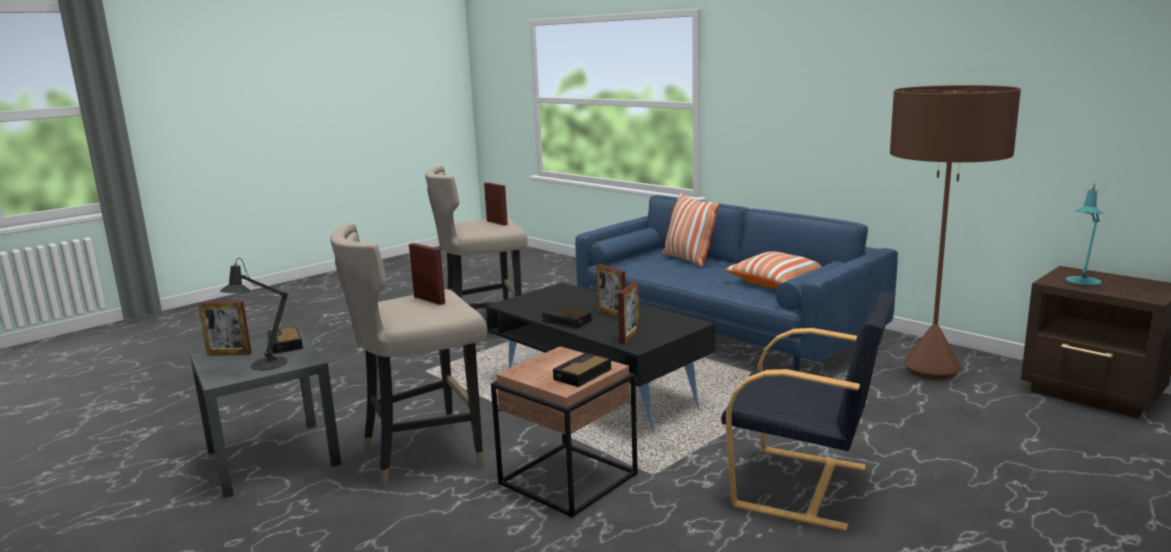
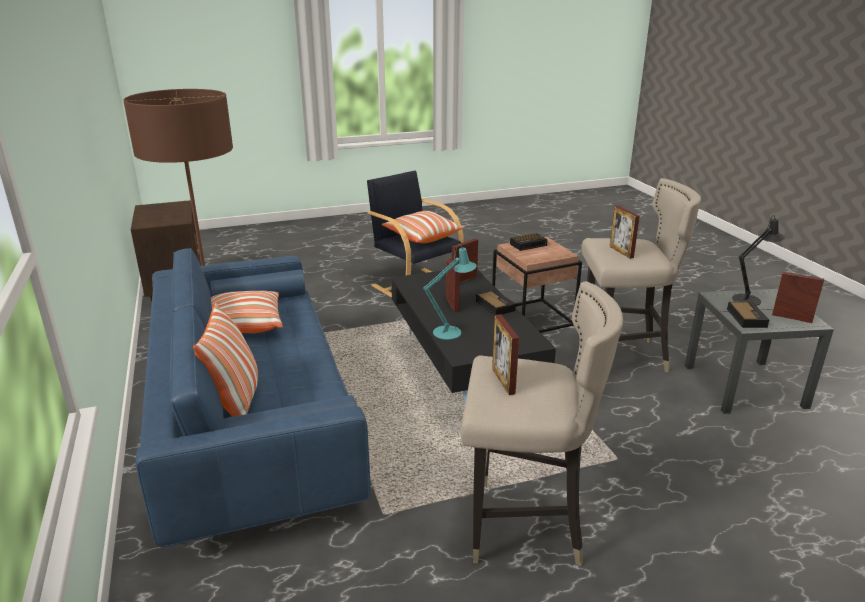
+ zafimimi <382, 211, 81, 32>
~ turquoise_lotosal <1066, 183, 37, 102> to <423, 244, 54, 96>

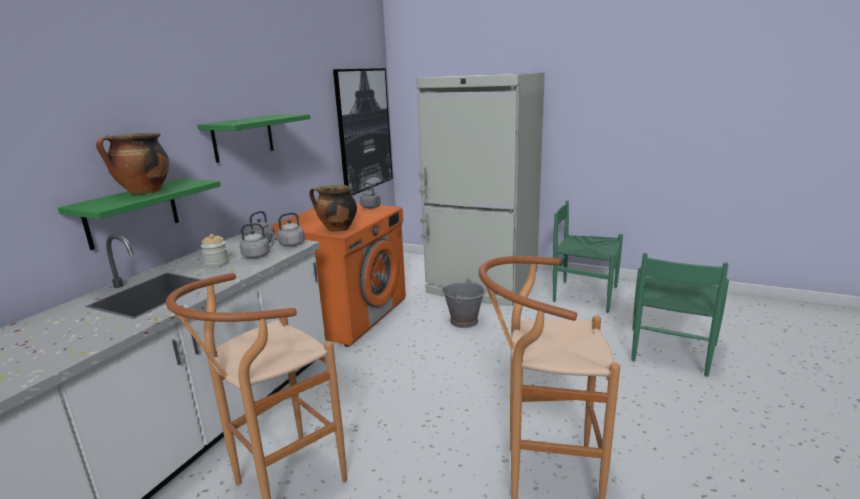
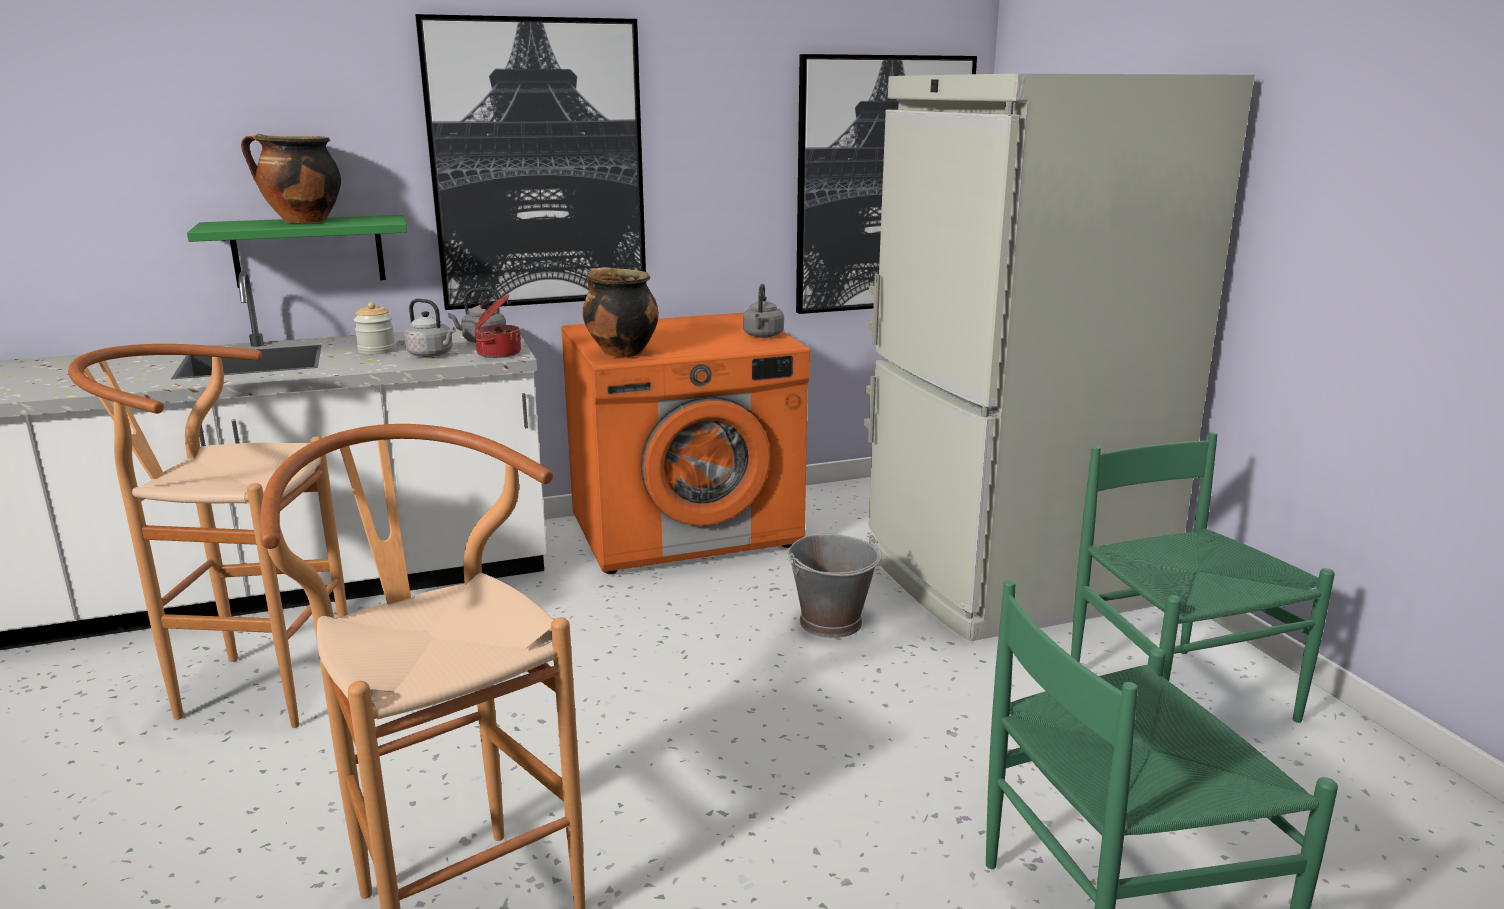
~ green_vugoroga <197, 114, 114, 49> to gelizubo <415, 14, 231, 296>
~ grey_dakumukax <268, 212, 37, 35> to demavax <475, 294, 46, 64>

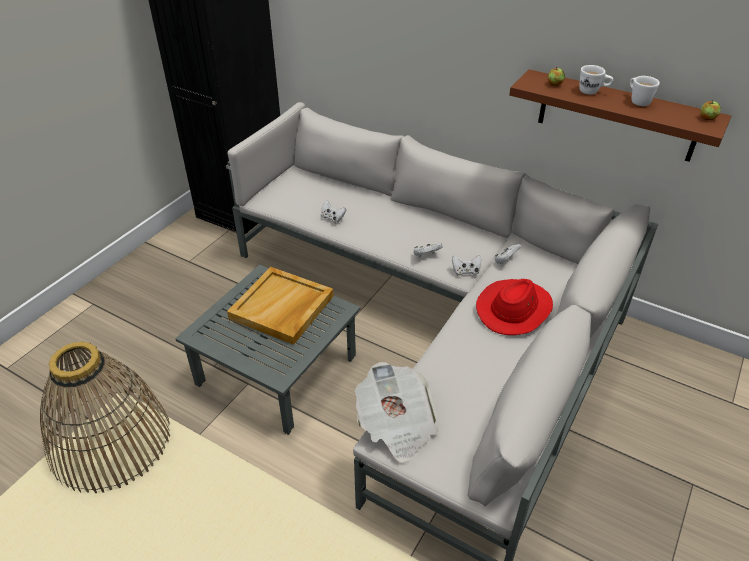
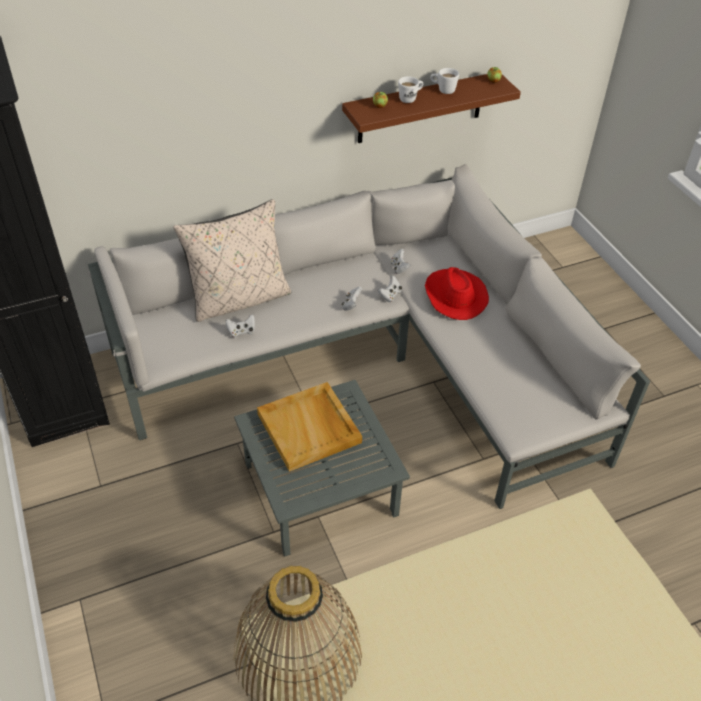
- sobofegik <355, 361, 84, 102>
+ beige_zafimimi <173, 199, 118, 123>

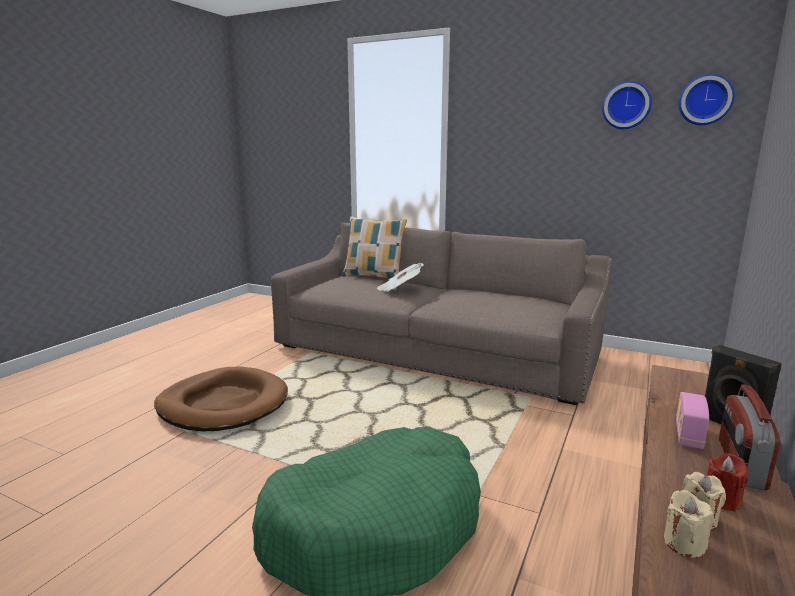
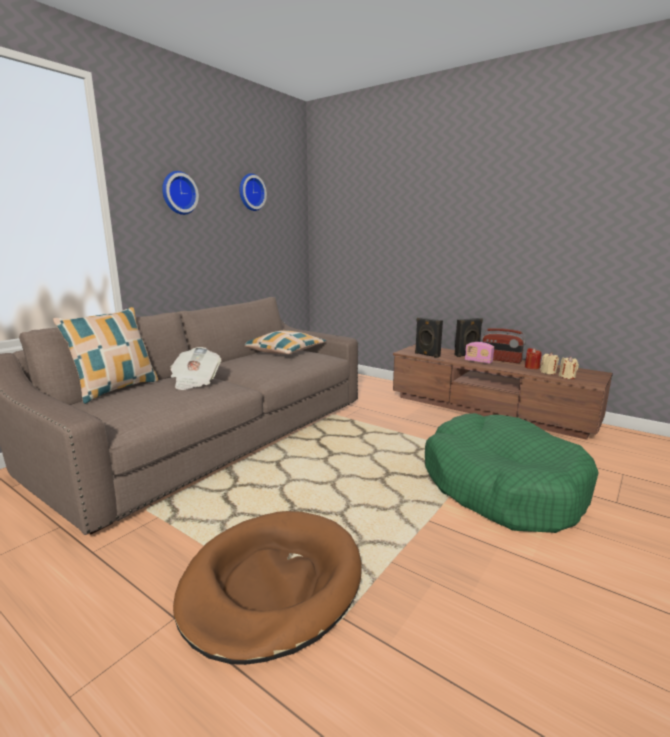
+ zafimimi <244, 330, 82, 25>
+ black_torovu <415, 317, 28, 41>
~ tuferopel <679, 74, 56, 51> to <162, 171, 37, 44>

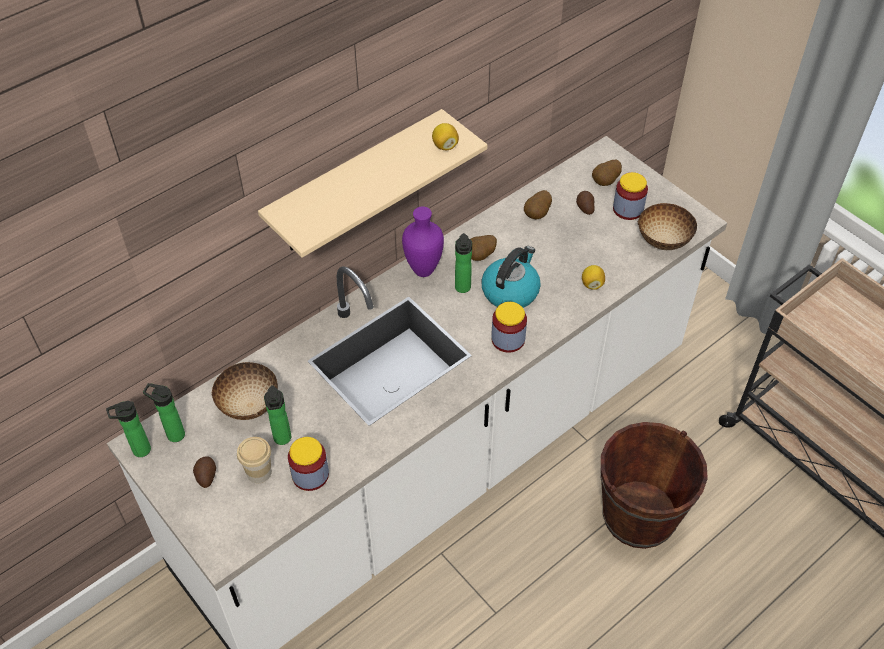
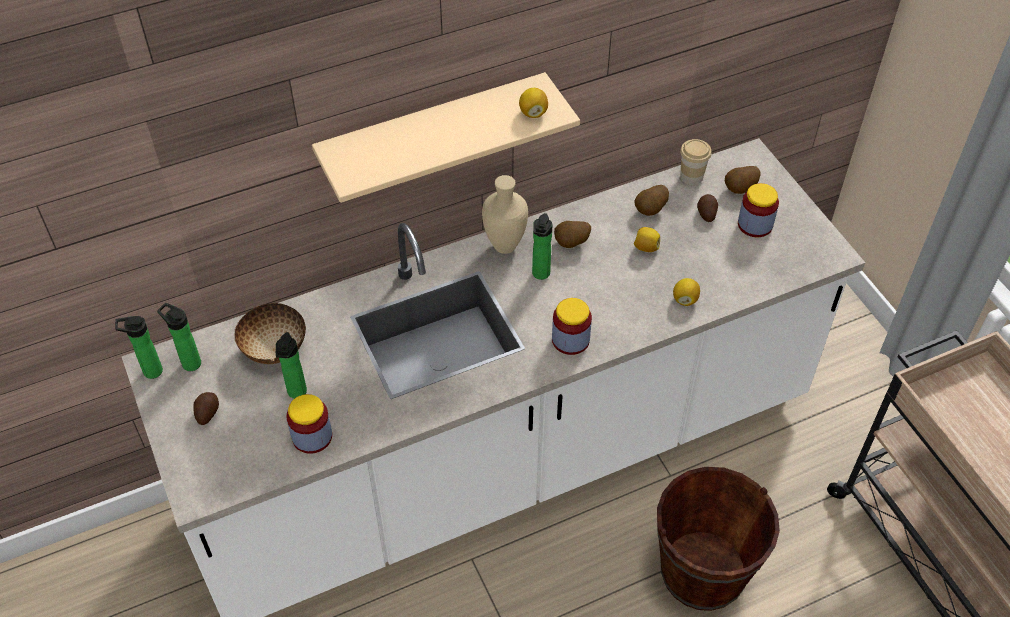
- dakumukax <481, 246, 60, 62>
- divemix <638, 203, 59, 47>
+ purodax <634, 227, 26, 25>
~ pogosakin <237, 437, 35, 46> to <680, 139, 32, 46>
~ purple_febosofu <402, 206, 42, 71> to beige_febosofu <482, 175, 46, 79>

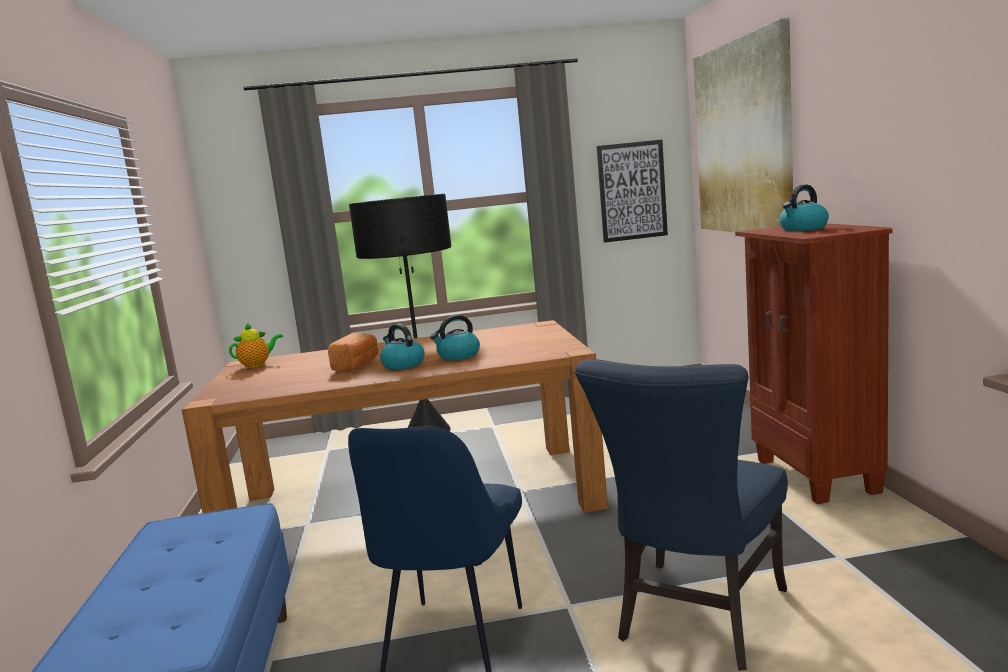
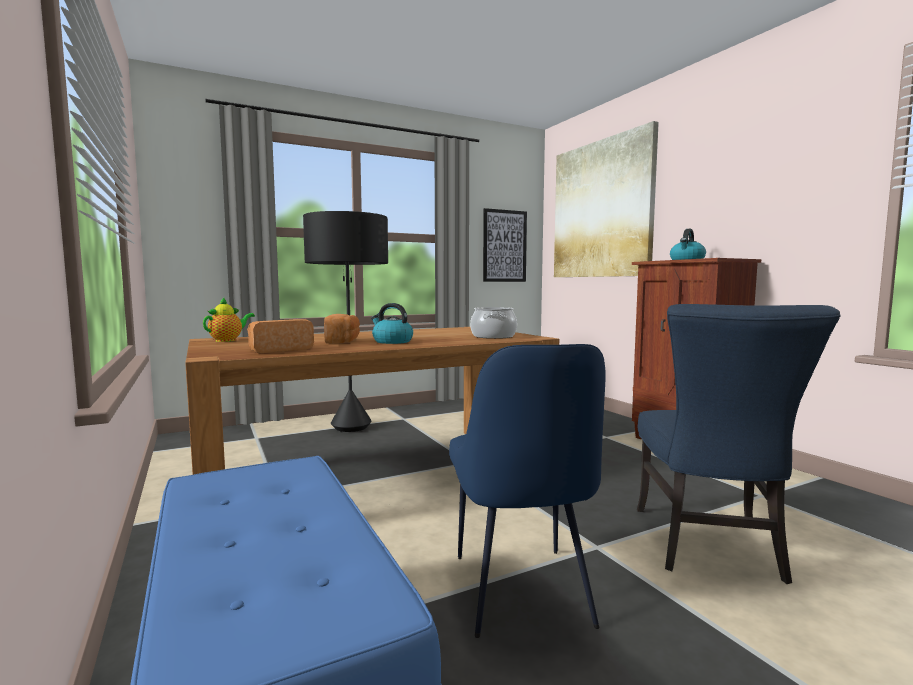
- dakumukax <430, 315, 50, 45>
+ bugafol <247, 319, 67, 34>
+ demavax <470, 307, 47, 32>

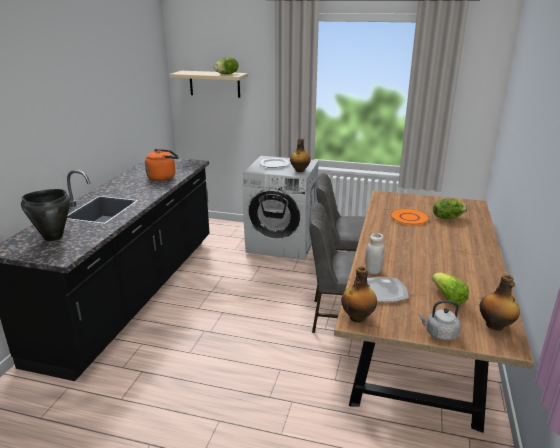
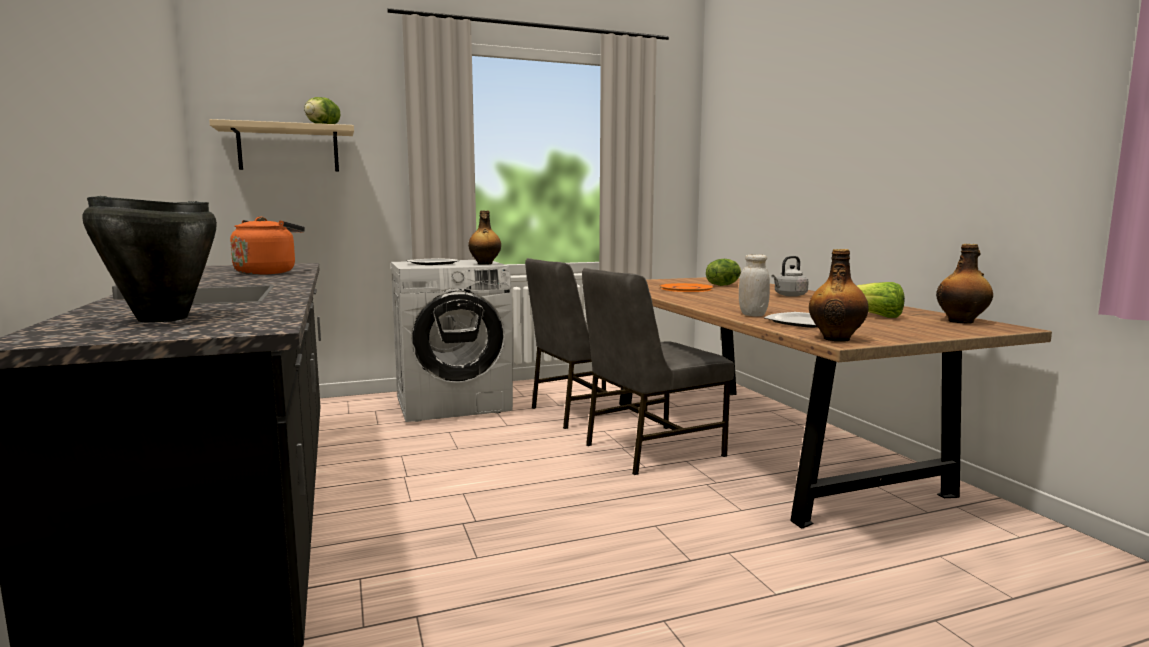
~ grey_dakumukax <419, 300, 42, 41> to <771, 256, 38, 41>

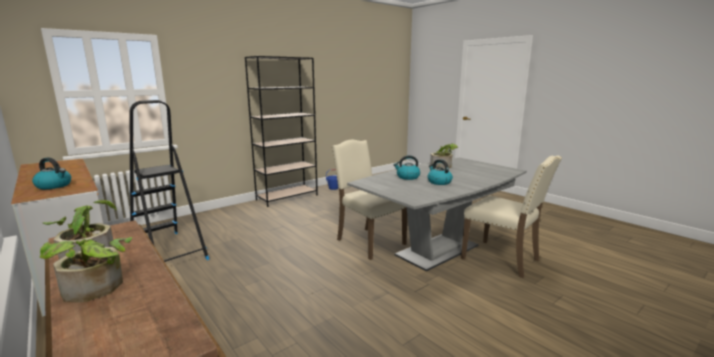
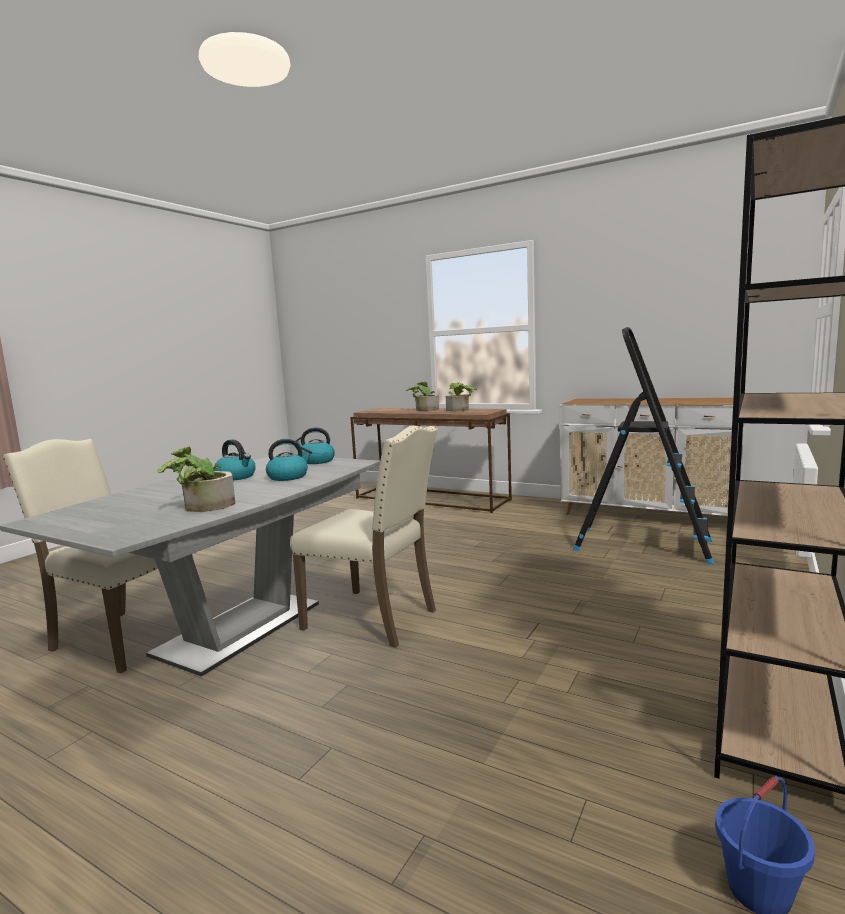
~ dakumukax <32, 158, 39, 31> to <295, 427, 40, 37>

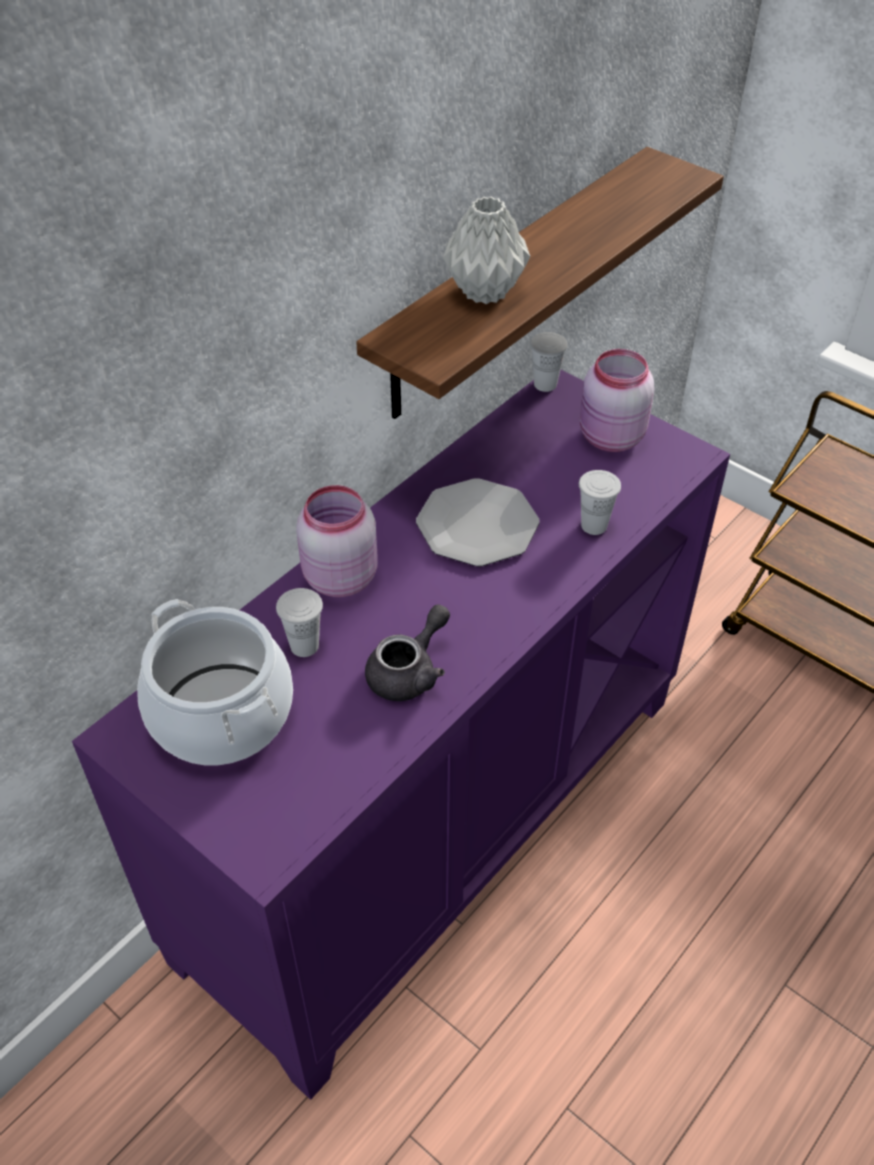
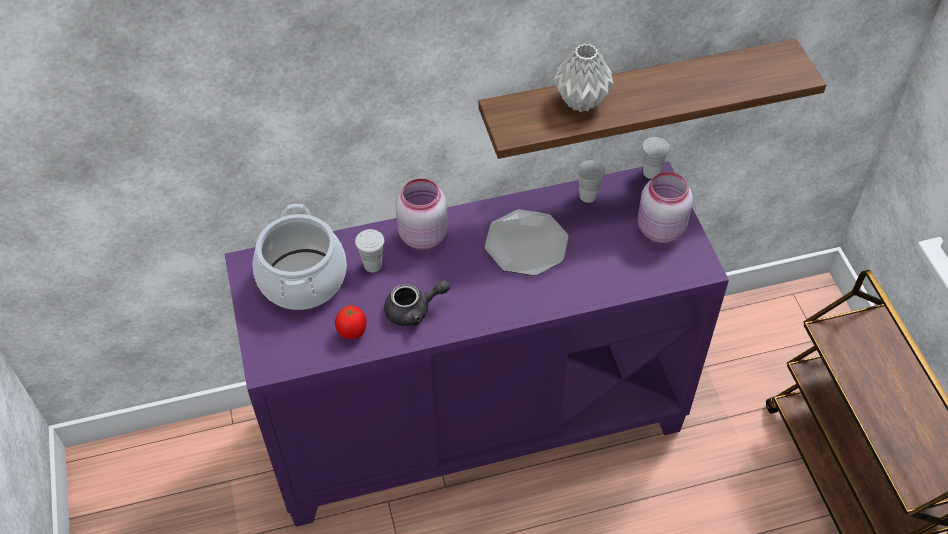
+ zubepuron <335, 305, 32, 34>
~ white_pogosakin <579, 470, 42, 65> to <577, 160, 28, 43>

